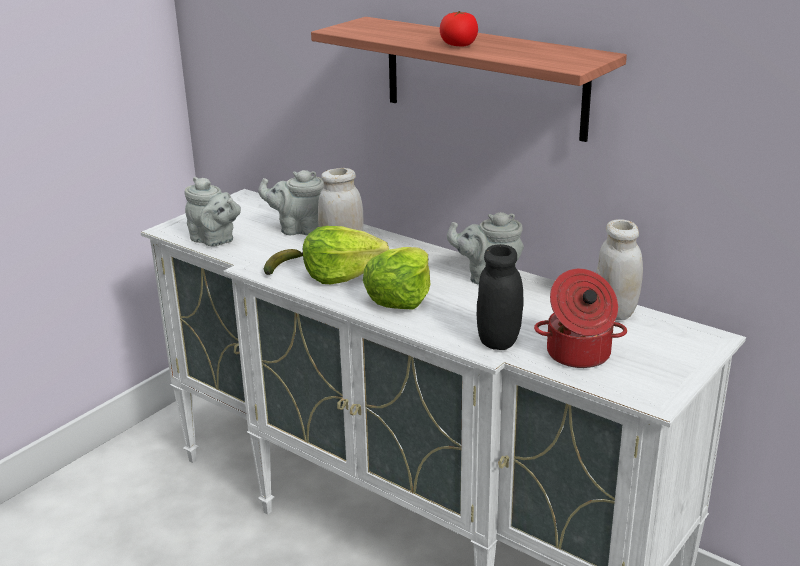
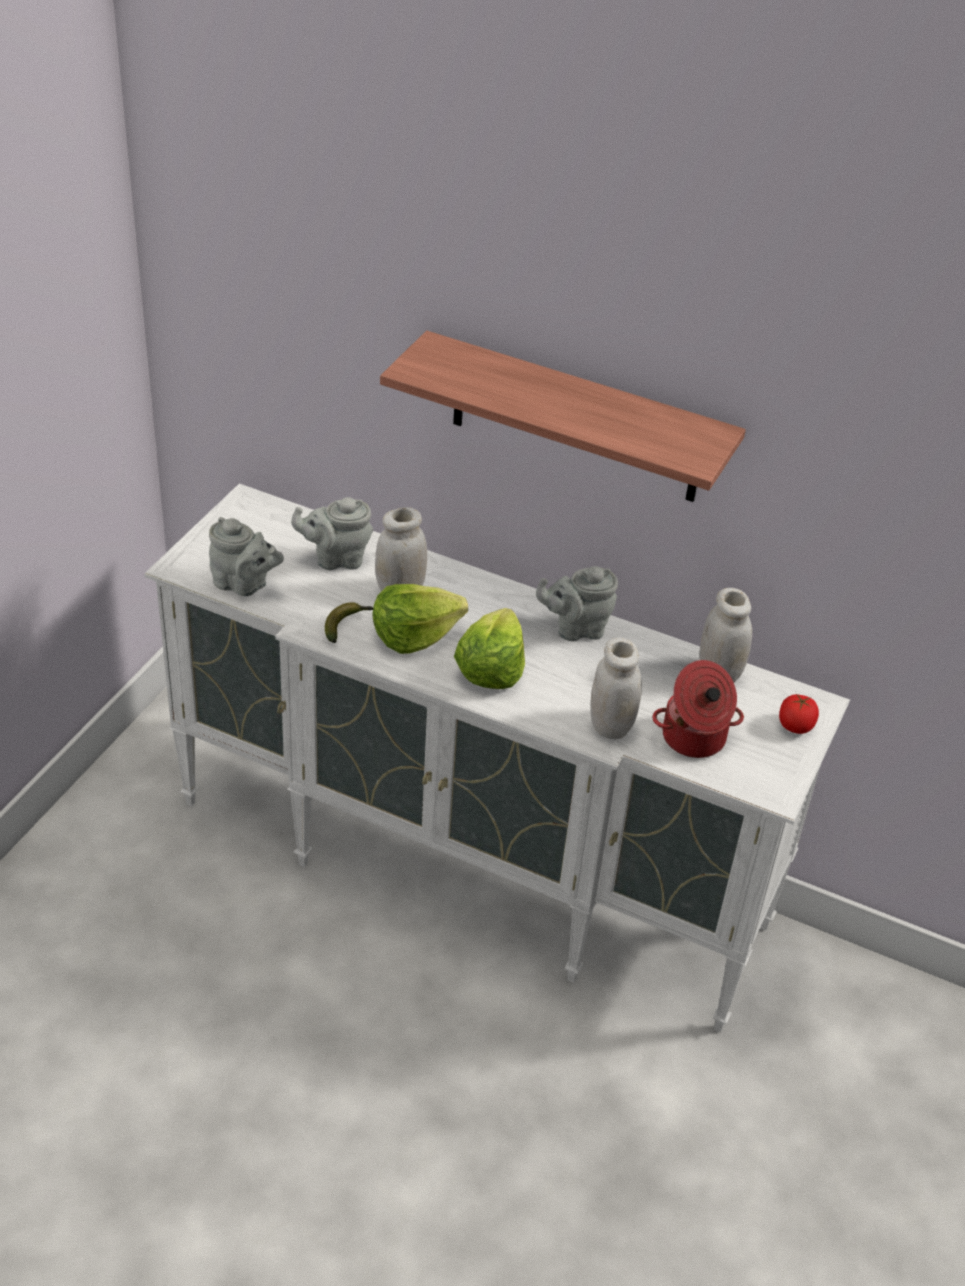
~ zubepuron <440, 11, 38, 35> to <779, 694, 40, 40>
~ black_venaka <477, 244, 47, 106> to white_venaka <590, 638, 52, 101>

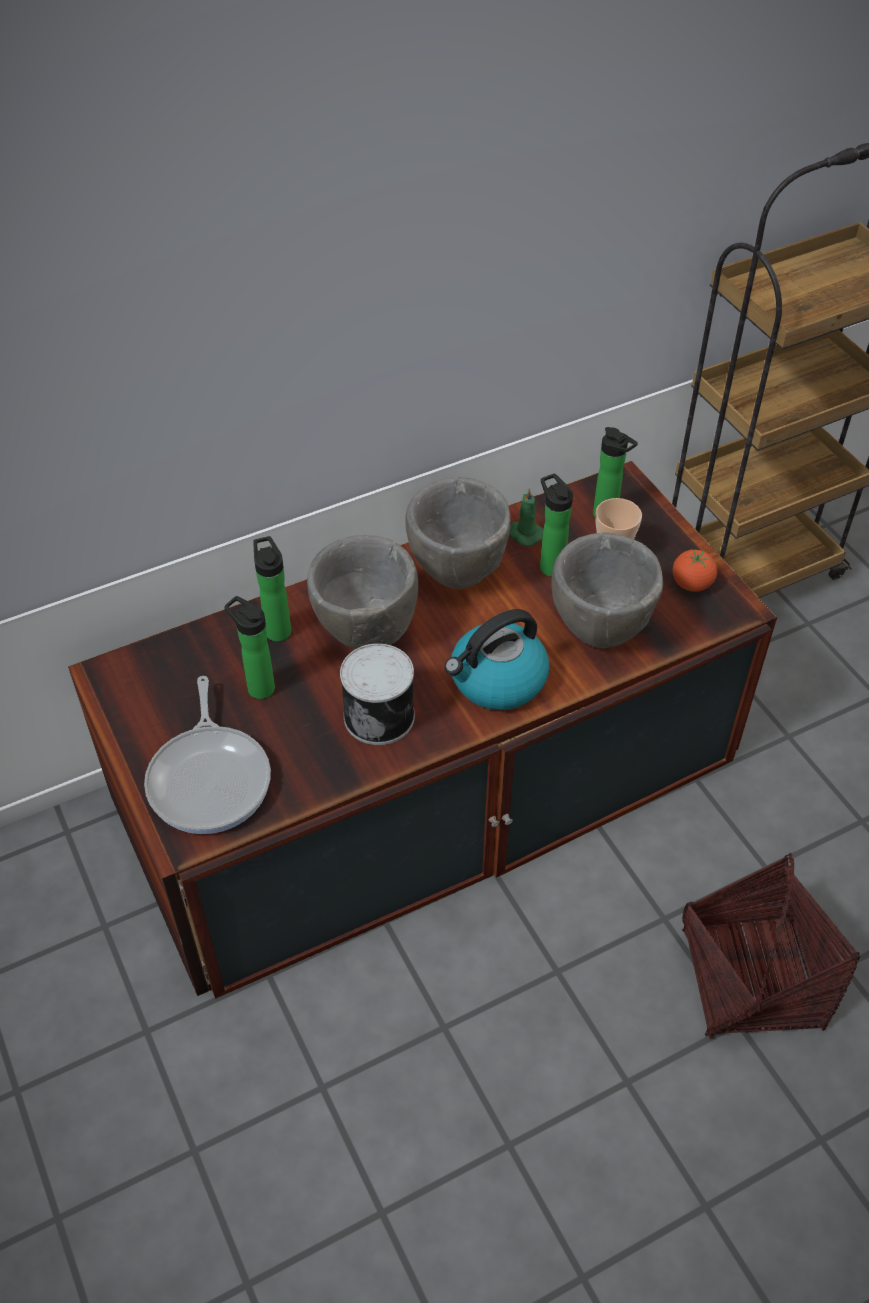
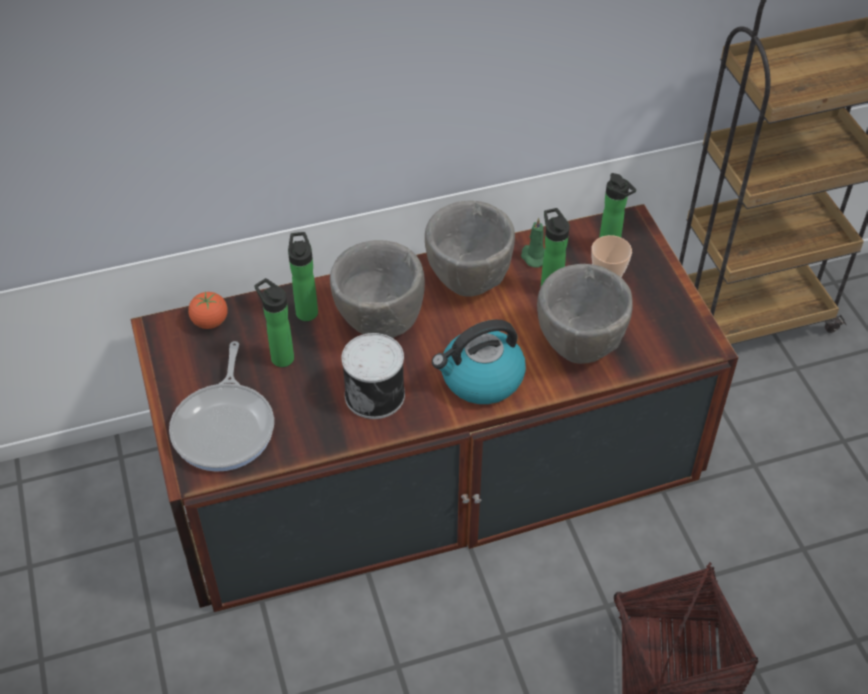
~ zubepuron <673, 549, 44, 43> to <188, 291, 40, 38>

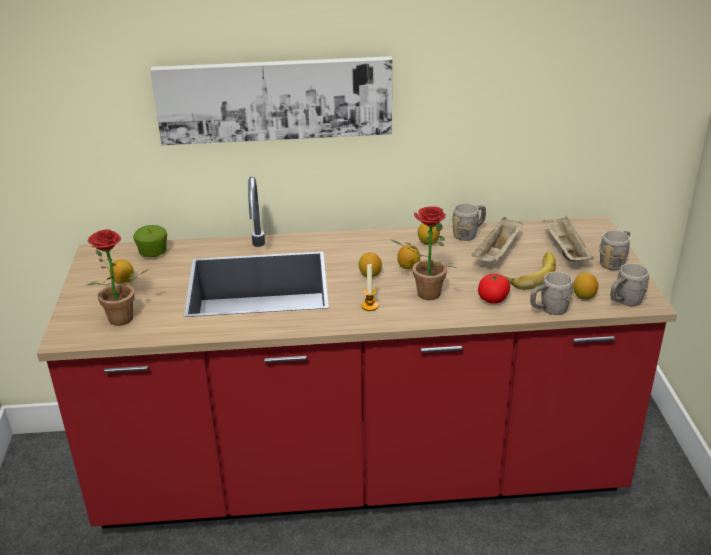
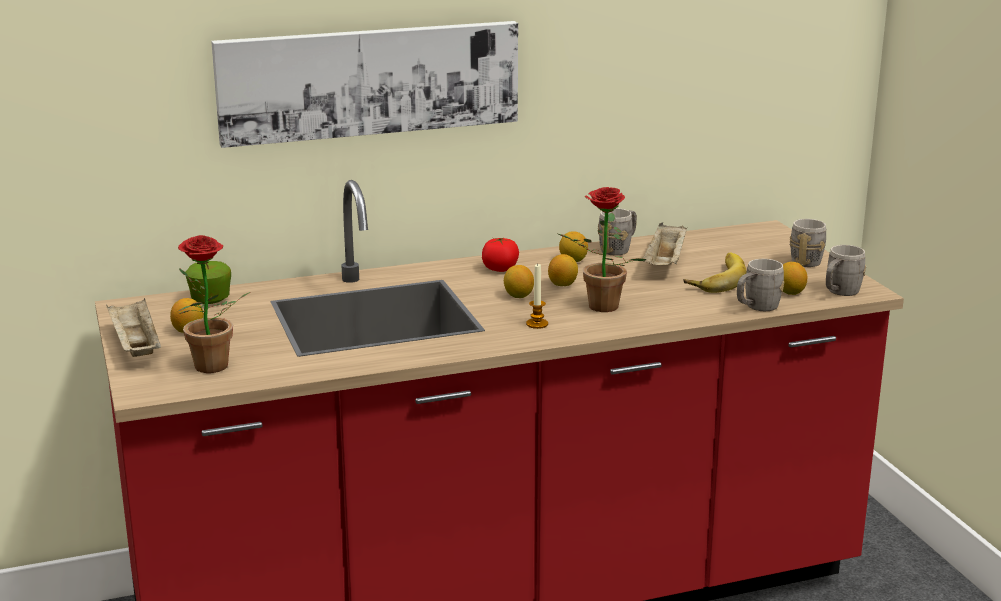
~ zubepuron <478, 274, 32, 30> to <482, 238, 37, 34>
~ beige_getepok <543, 216, 51, 46> to <106, 298, 55, 59>

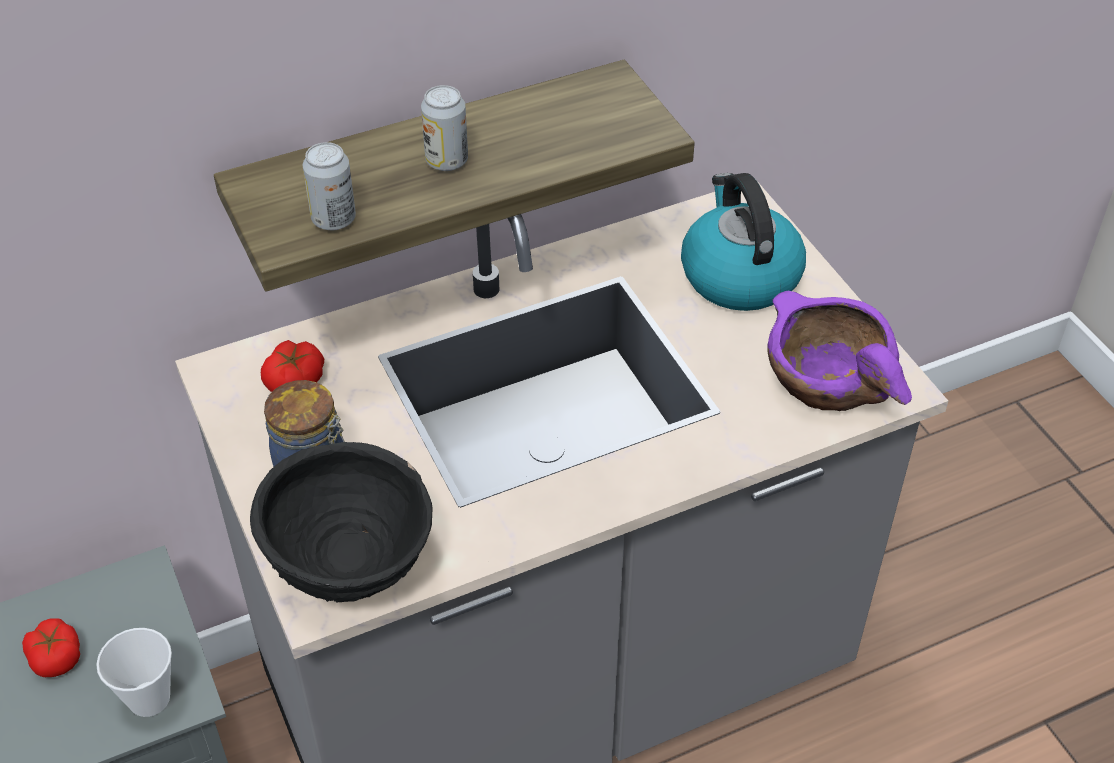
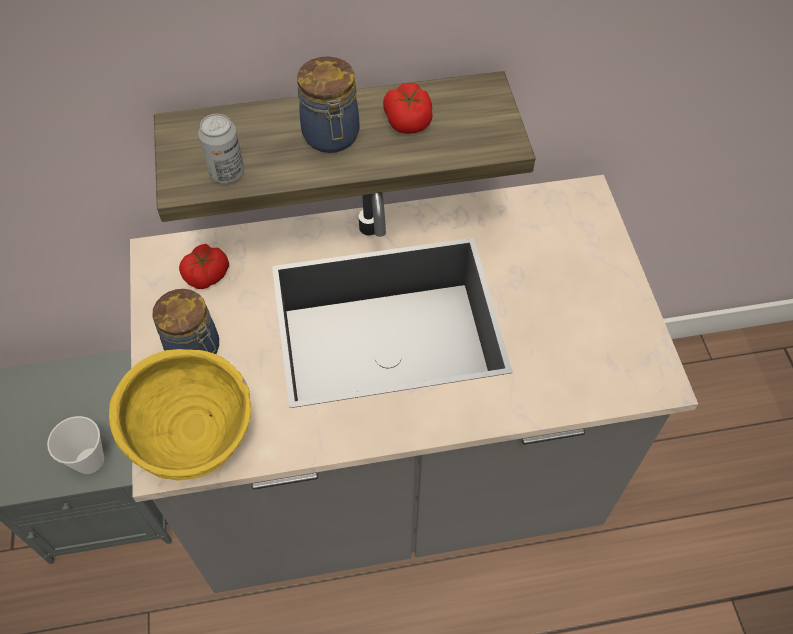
- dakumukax <681, 173, 125, 138>
- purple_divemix <767, 290, 145, 121>
~ zubepuron <22, 618, 58, 59> to <383, 83, 50, 51>
~ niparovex <421, 85, 47, 86> to venaka <297, 56, 62, 97>
~ black_divemix <250, 442, 183, 160> to yellow_divemix <109, 349, 142, 132>

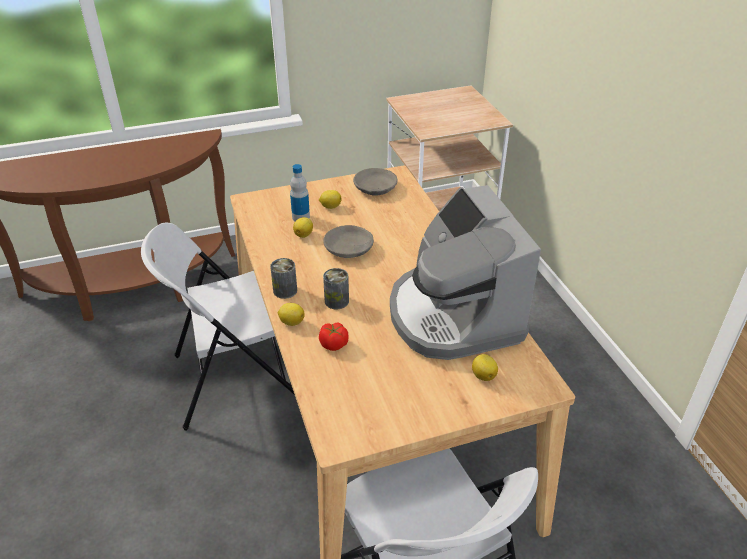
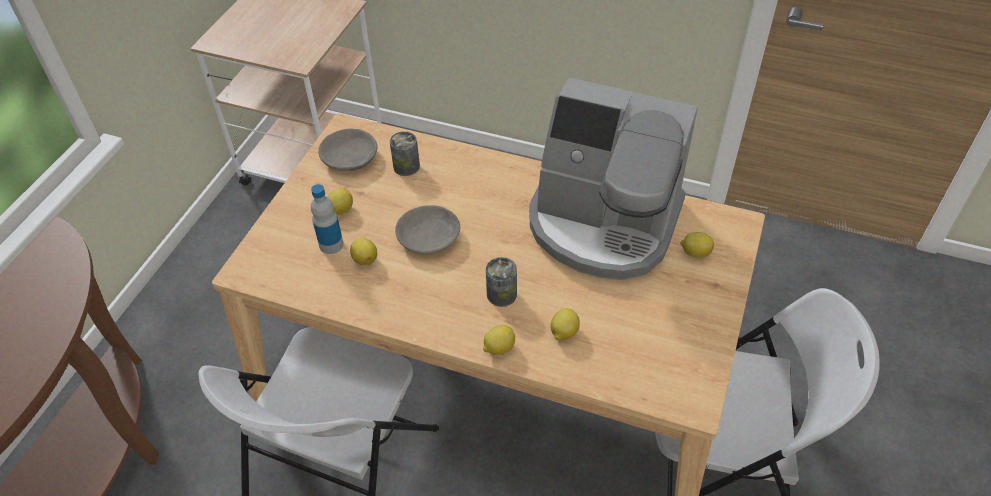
~ niparovex <270, 258, 27, 41> to <390, 131, 30, 45>
~ zubepuron <319, 323, 29, 28> to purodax <551, 308, 29, 32>

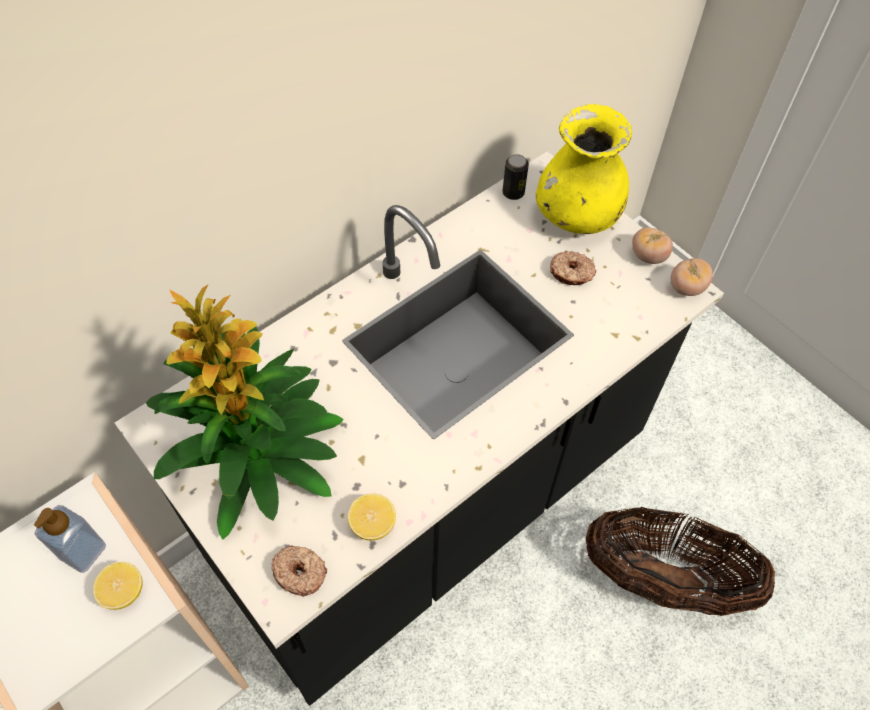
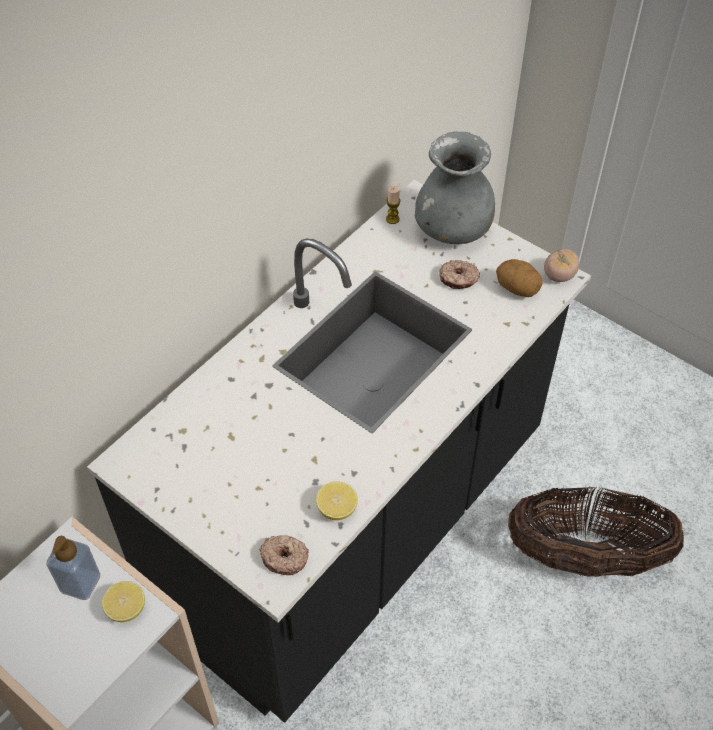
- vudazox <146, 285, 198, 255>
- zubepuron <632, 227, 41, 37>
+ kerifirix <496, 259, 47, 38>
~ niparovex <502, 154, 27, 46> to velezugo <386, 186, 15, 38>
~ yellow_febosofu <535, 104, 97, 130> to grey_febosofu <415, 131, 80, 113>

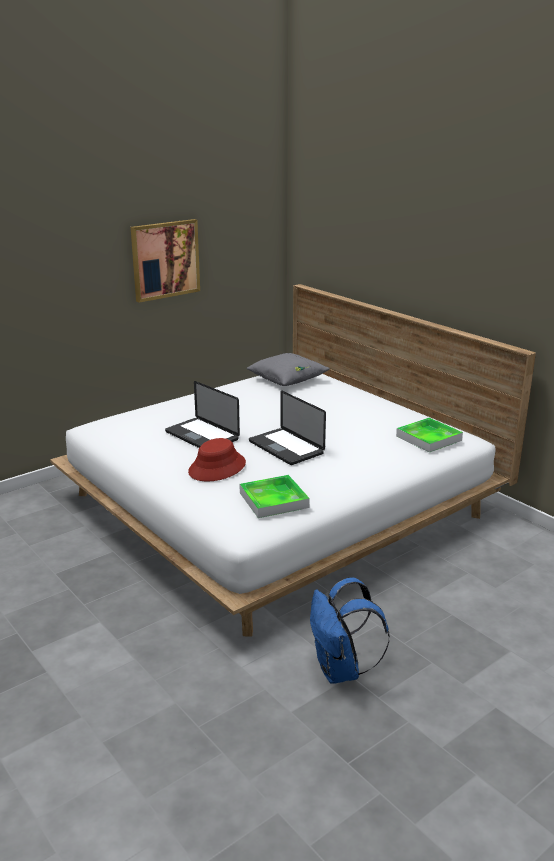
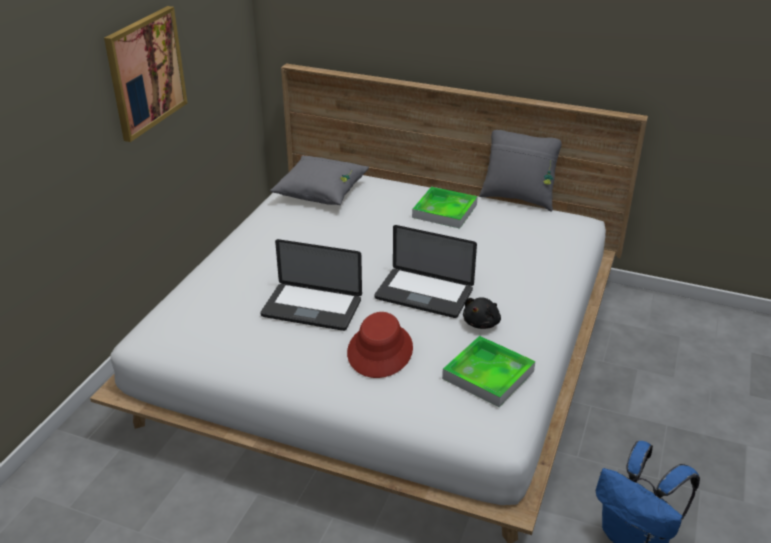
+ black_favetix <463, 297, 38, 32>
+ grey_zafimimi <479, 130, 83, 81>
~ getepok <396, 418, 67, 35> to <412, 187, 66, 42>

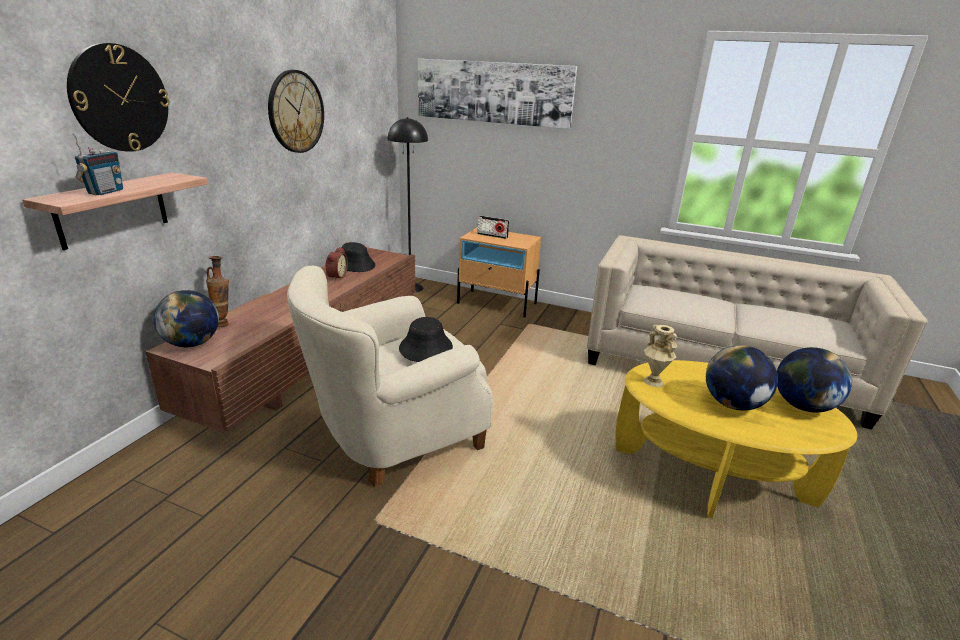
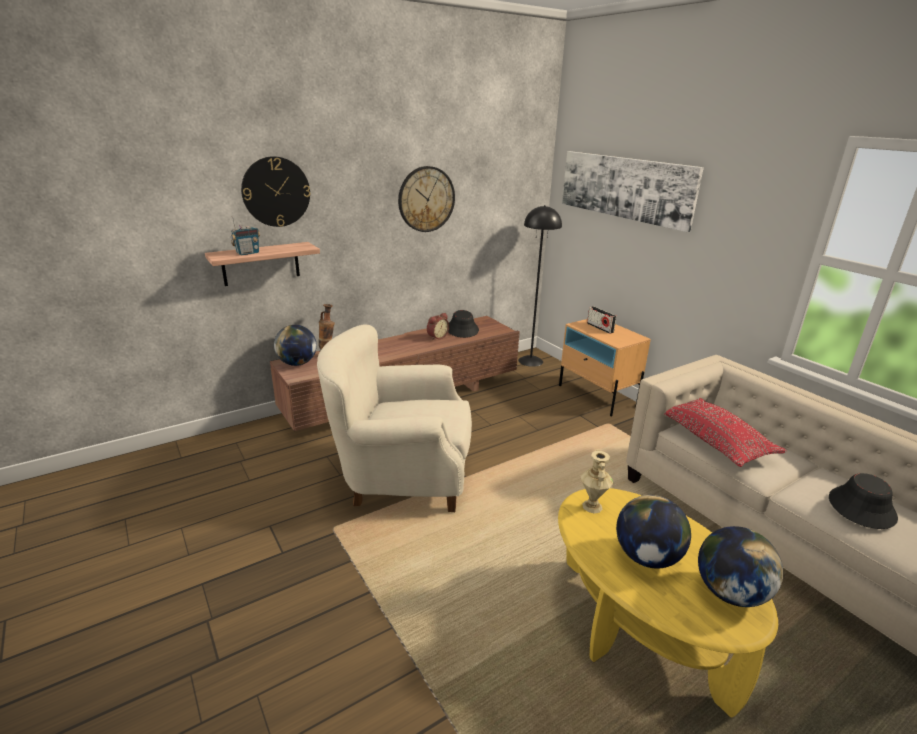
+ red_zafimimi <664, 398, 123, 69>
~ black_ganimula <399, 317, 54, 45> to <829, 473, 69, 56>

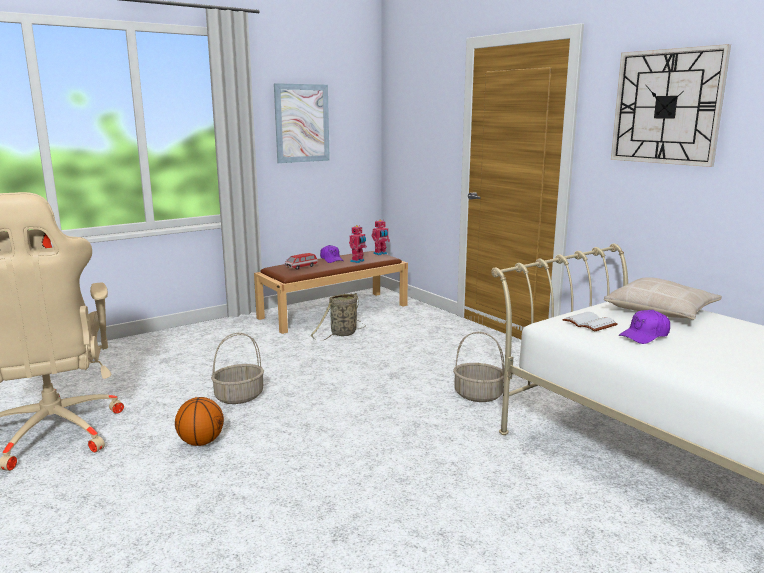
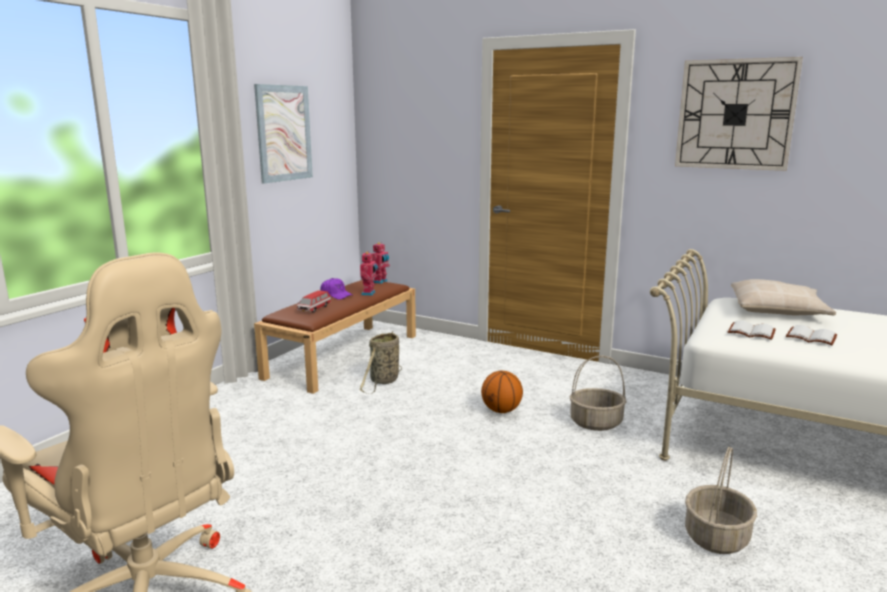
~ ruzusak <175, 397, 49, 49> to <481, 370, 42, 43>
~ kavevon <211, 333, 53, 71> to <685, 446, 72, 108>
~ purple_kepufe <619, 310, 51, 34> to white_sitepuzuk <786, 325, 51, 20>

